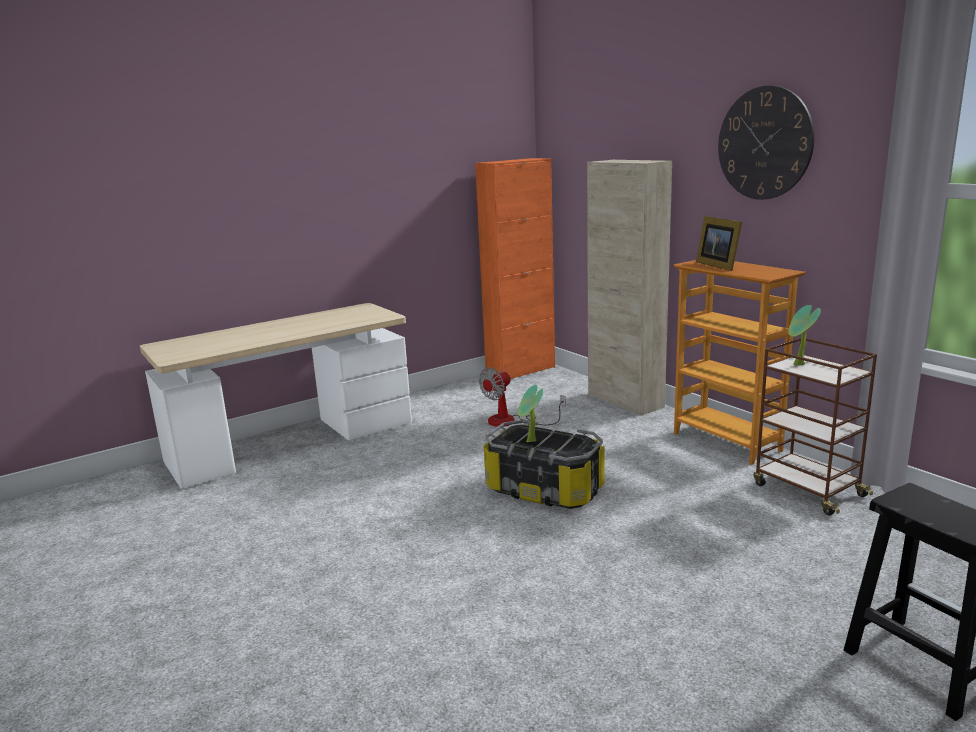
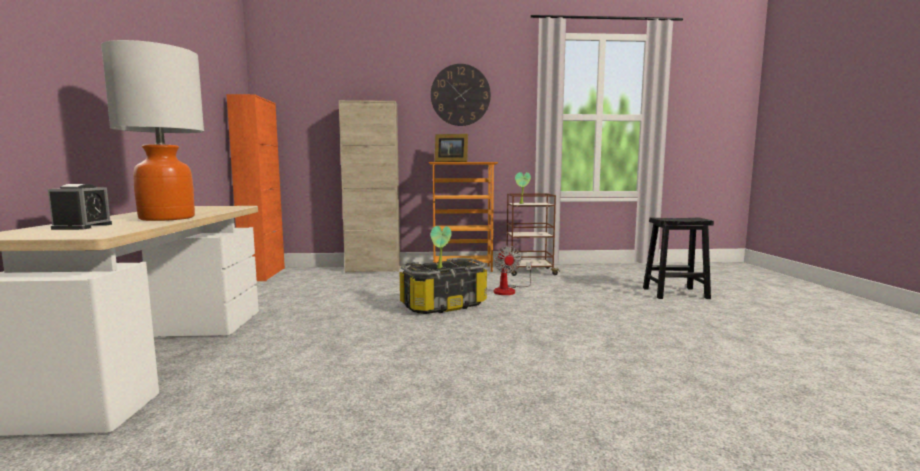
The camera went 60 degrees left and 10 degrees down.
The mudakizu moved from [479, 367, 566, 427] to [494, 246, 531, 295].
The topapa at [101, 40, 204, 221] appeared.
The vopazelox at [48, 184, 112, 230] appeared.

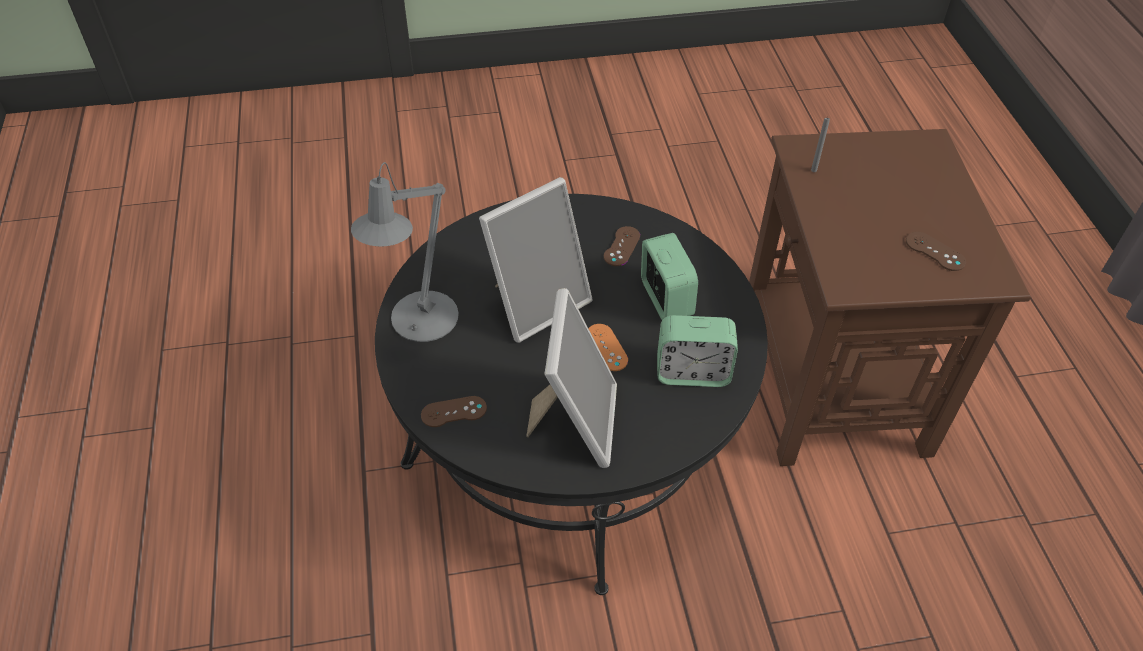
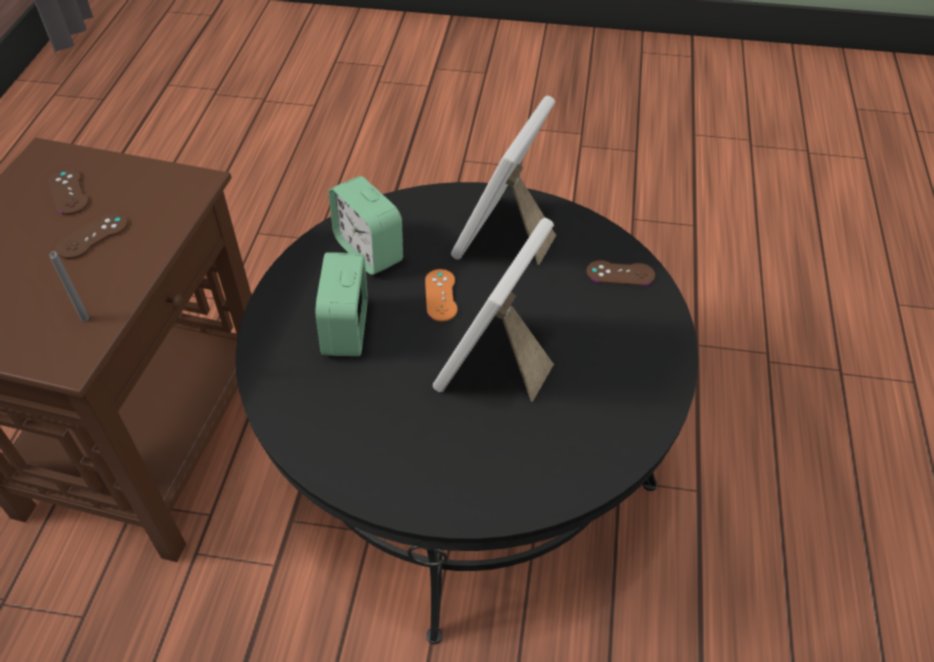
The camera went 160 degrees left and 0 degrees up.
The grey topapa at [351, 162, 459, 342] disappeared.
The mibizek at [479, 177, 593, 343] turned 45 degrees counterclockwise.
The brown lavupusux moved from [604, 226, 640, 266] to [56, 213, 128, 259].
The vopazelox at [657, 315, 738, 387] turned 150 degrees counterclockwise.

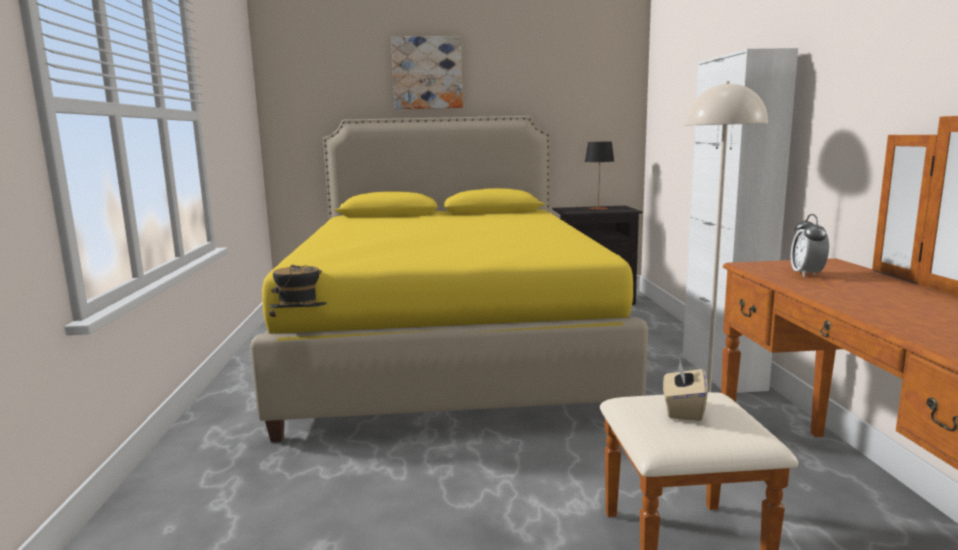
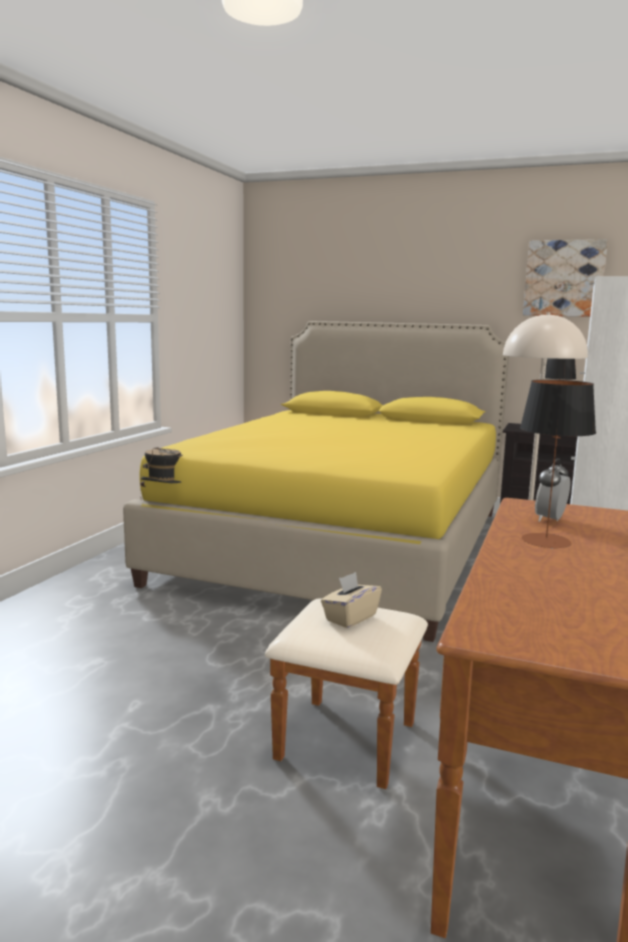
The camera went 25 degrees right and 0 degrees up.
The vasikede moved from [391, 36, 463, 109] to [523, 239, 608, 317].
The topapa at [520, 380, 596, 549] appeared.

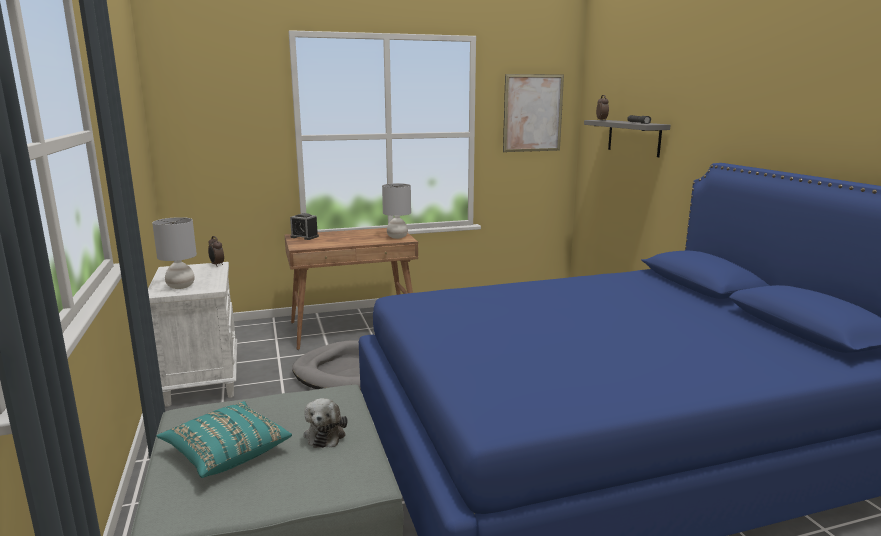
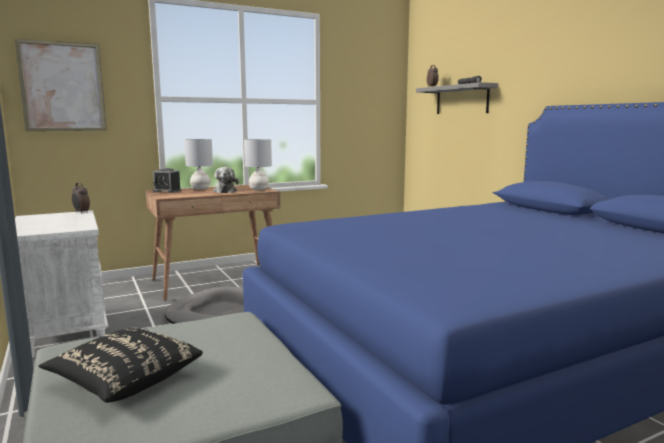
The camera went 10 degrees left and 5 degrees down.
The vasikede moved from [503, 74, 564, 152] to [15, 39, 107, 131].
The grey topapa moved from [152, 217, 197, 289] to [184, 139, 213, 189].
The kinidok moved from [303, 398, 347, 448] to [213, 167, 239, 193].
The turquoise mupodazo at [156, 401, 292, 478] became the black mupodazo at [39, 327, 203, 403].

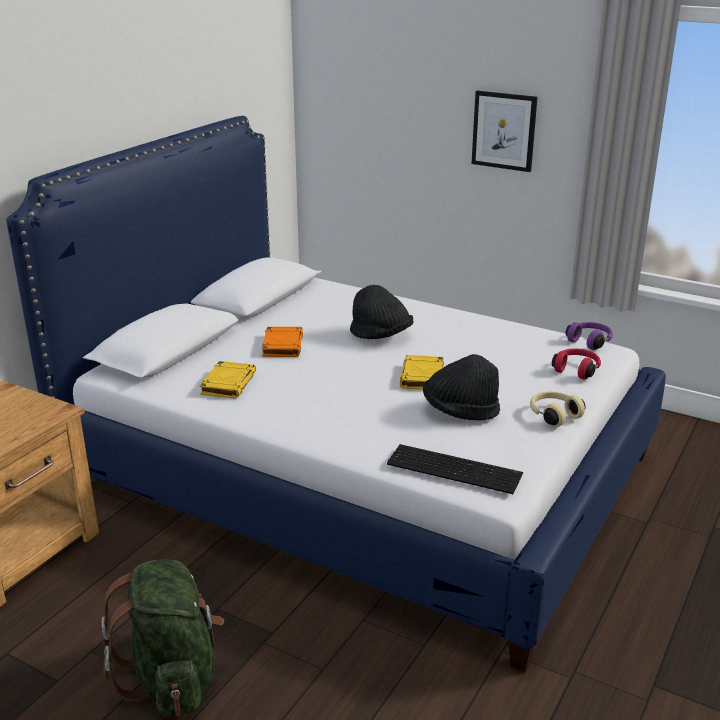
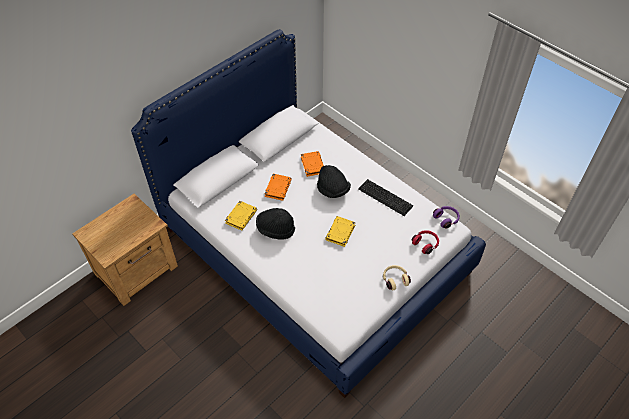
The camera went 15 degrees right and 25 degrees up.
The vasikede at [471, 91, 538, 172] disappeared.
The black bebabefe moved from [423, 354, 500, 420] to [256, 208, 295, 240].
The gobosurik moved from [387, 444, 523, 494] to [358, 179, 413, 216].
The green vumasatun at [101, 560, 224, 716] disappeared.
The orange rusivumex at [301, 151, 324, 177] appeared.

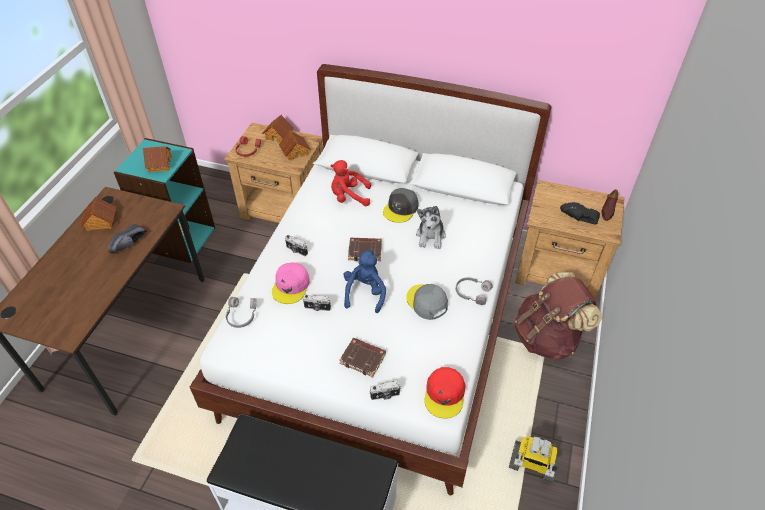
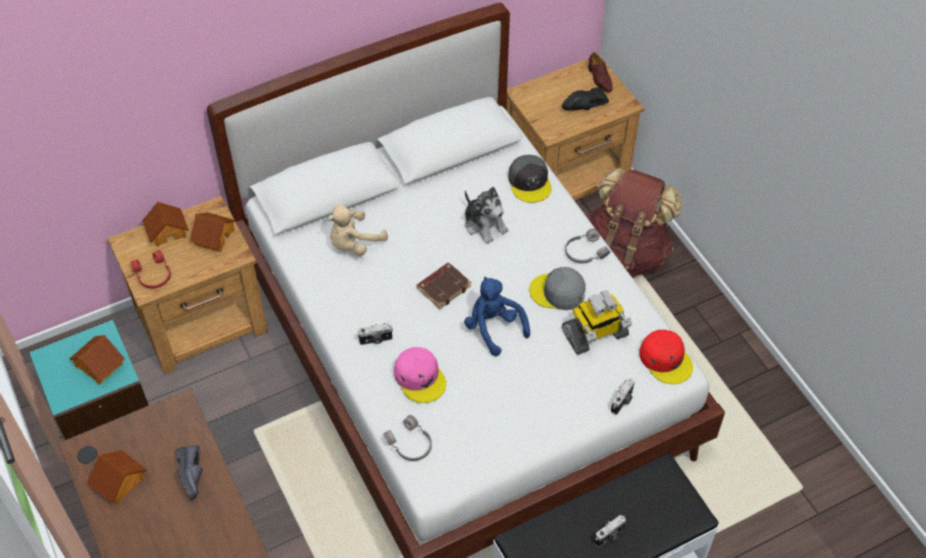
The camera went 45 degrees left and 5 degrees up.
The red kinidok at [330, 160, 371, 206] became the beige kinidok at [328, 204, 388, 256].
The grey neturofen moved from [383, 188, 418, 223] to [508, 155, 551, 203].
The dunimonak moved from [303, 295, 331, 311] to [594, 515, 626, 547].
The brown rusivumex at [339, 338, 386, 377] disappeared.
The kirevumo moved from [509, 436, 560, 483] to [562, 290, 632, 355].

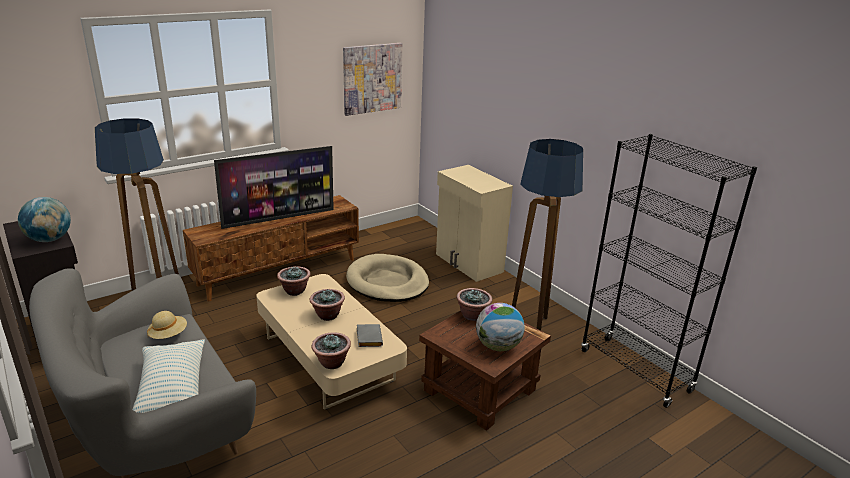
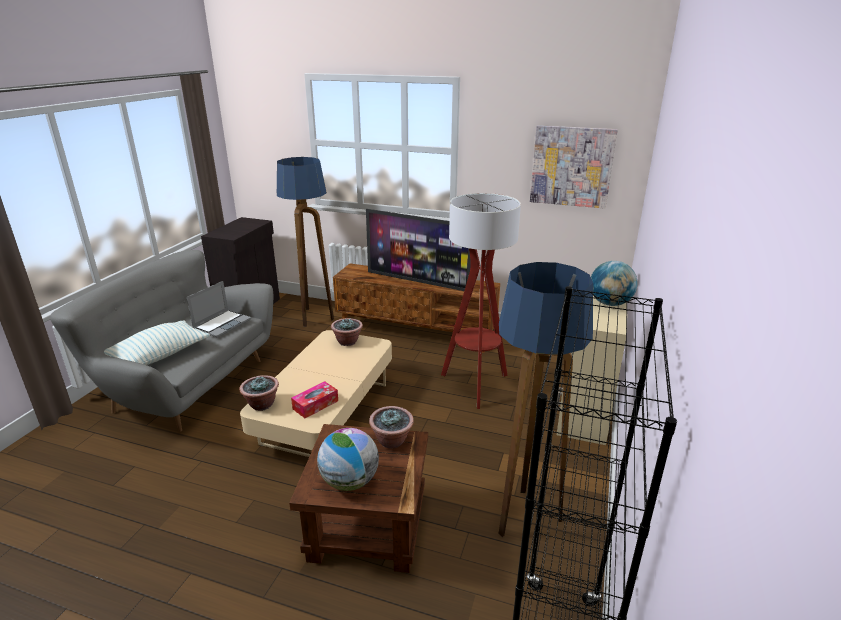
The camera went 55 degrees right and 0 degrees up.
The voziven moved from [18, 197, 71, 242] to [591, 261, 638, 306].
The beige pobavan at [346, 254, 429, 302] was replaced by the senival at [441, 193, 521, 409].
The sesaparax at [310, 289, 345, 321] disappeared.
The beige bebabefe at [147, 311, 187, 339] was replaced by the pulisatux at [187, 281, 251, 338].
The grey rusivumex at [357, 324, 383, 347] was replaced by the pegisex at [291, 381, 338, 418].

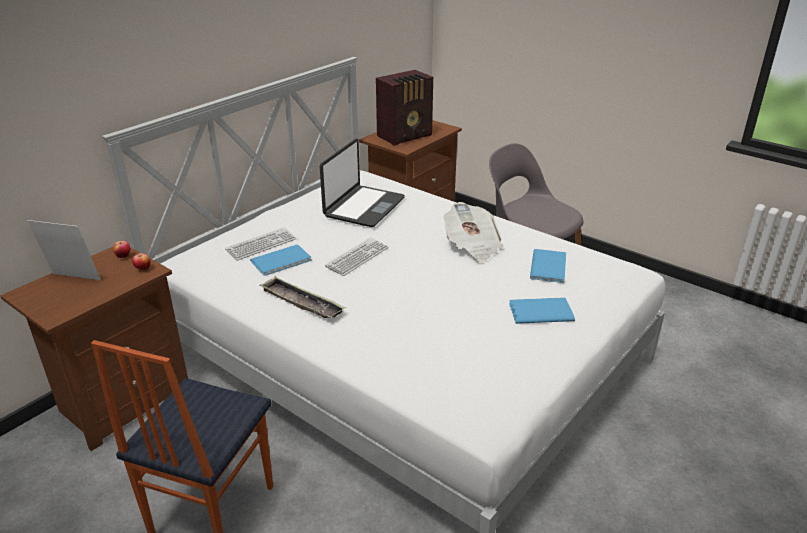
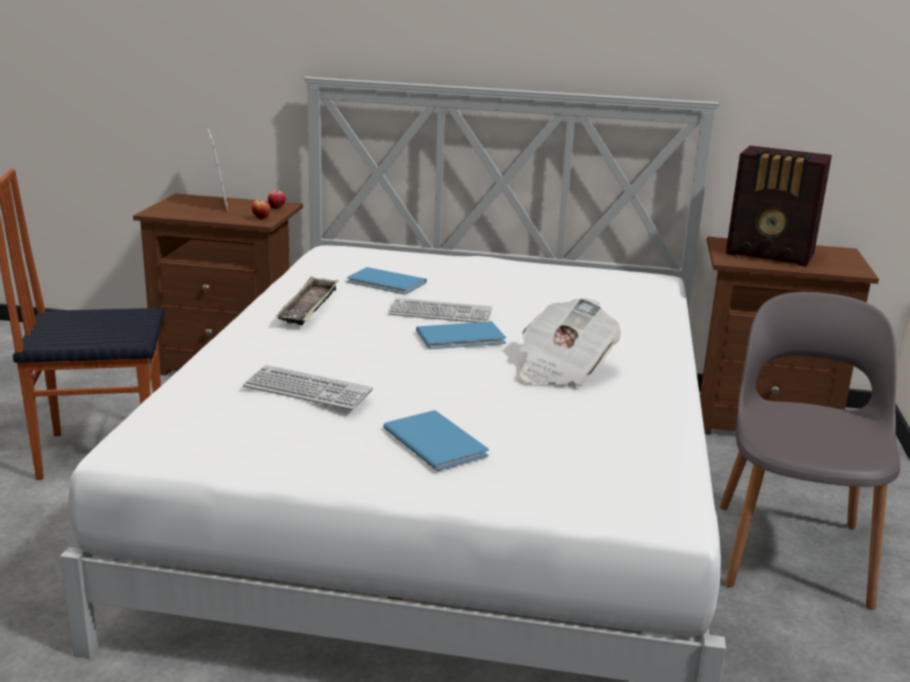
The camera went 60 degrees right and 10 degrees down.
The pulisatux at [320, 139, 405, 227] disappeared.
The gobosurik moved from [225, 227, 296, 261] to [243, 365, 373, 410].
The blue rusivumex moved from [530, 249, 566, 283] to [416, 321, 506, 349].

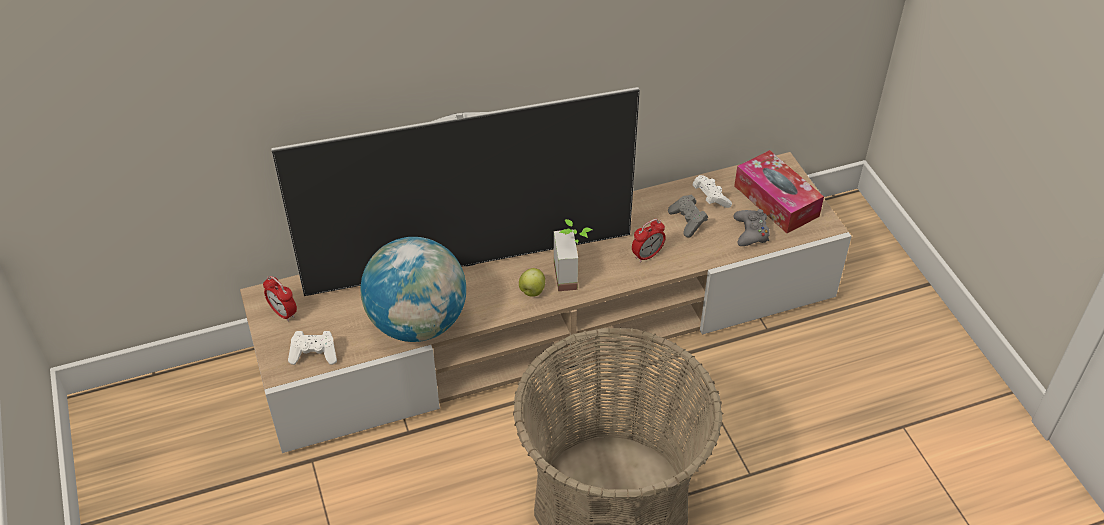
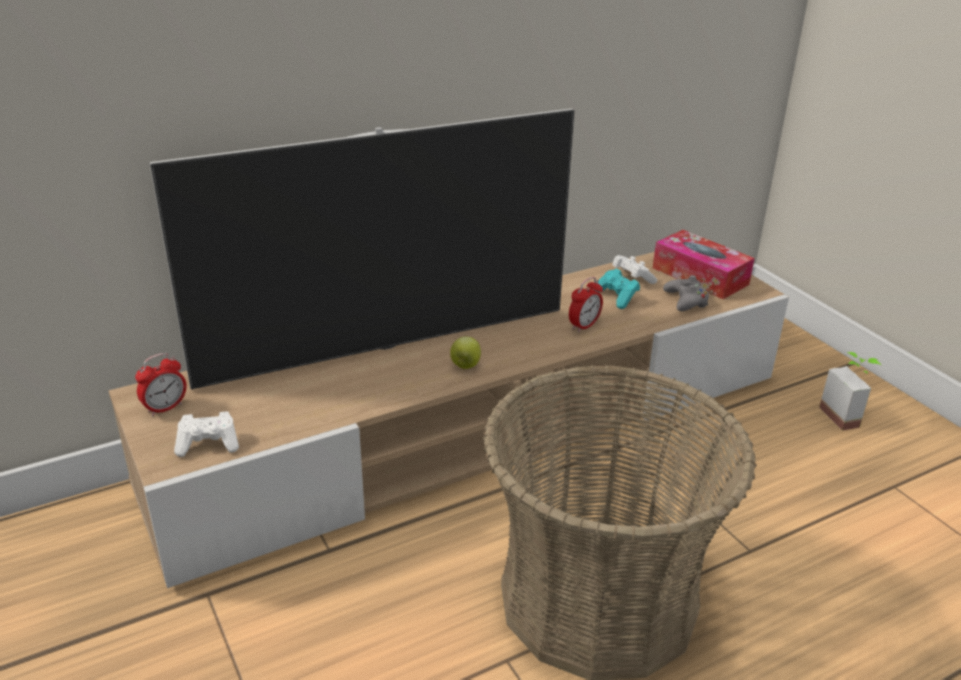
The camera went 10 degrees left and 15 degrees down.
The grey lavupusux at [668, 195, 708, 238] became the turquoise lavupusux at [595, 268, 640, 309].
The sesaparax moved from [554, 219, 593, 291] to [819, 352, 881, 431].
The voziven at [360, 237, 466, 342] disappeared.
The vopazelox at [263, 276, 297, 322] turned 75 degrees counterclockwise.

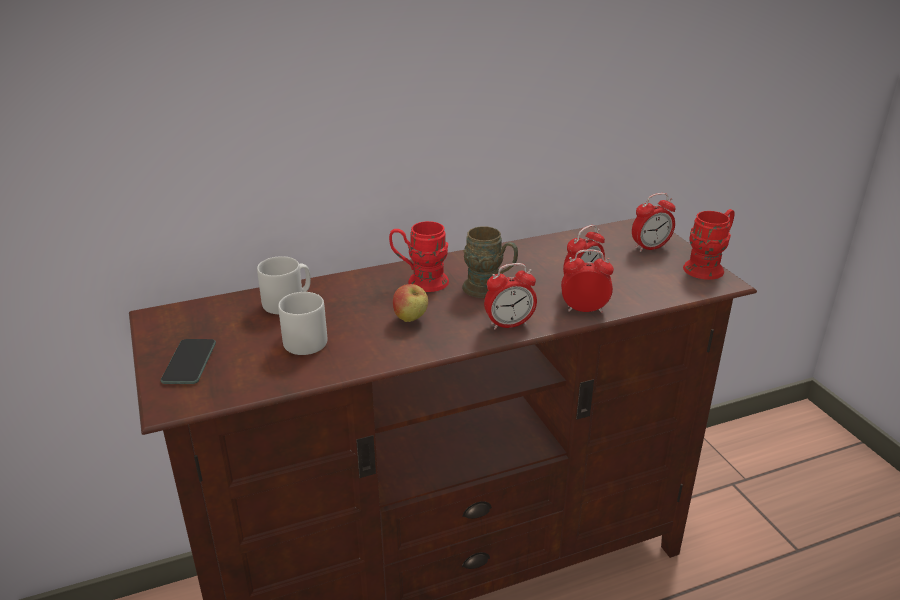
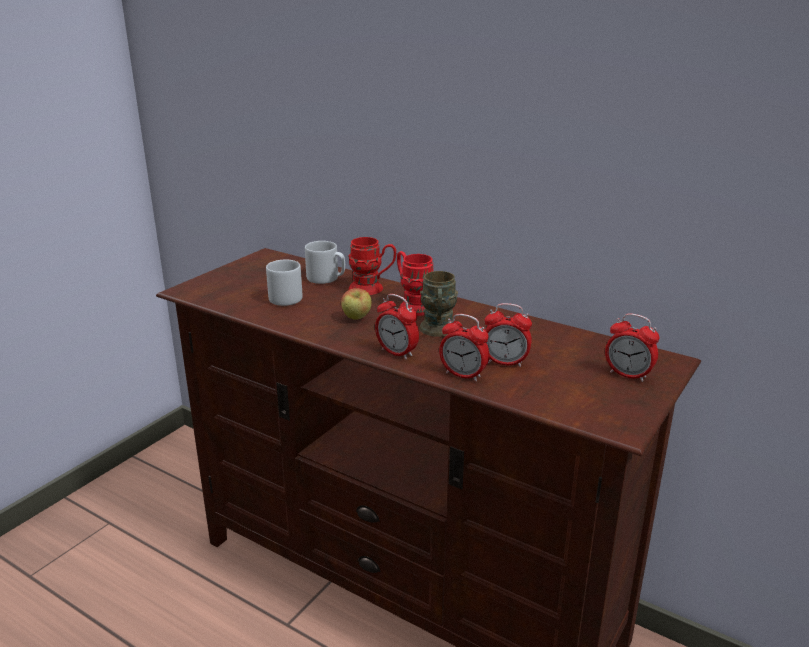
The camera went 55 degrees right and 5 degrees down.
The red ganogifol moved from [683, 209, 735, 280] to [348, 237, 396, 295].
The vopazelox at [561, 250, 614, 313] turned 150 degrees clockwise.
The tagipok at [161, 339, 216, 384] disappeared.

